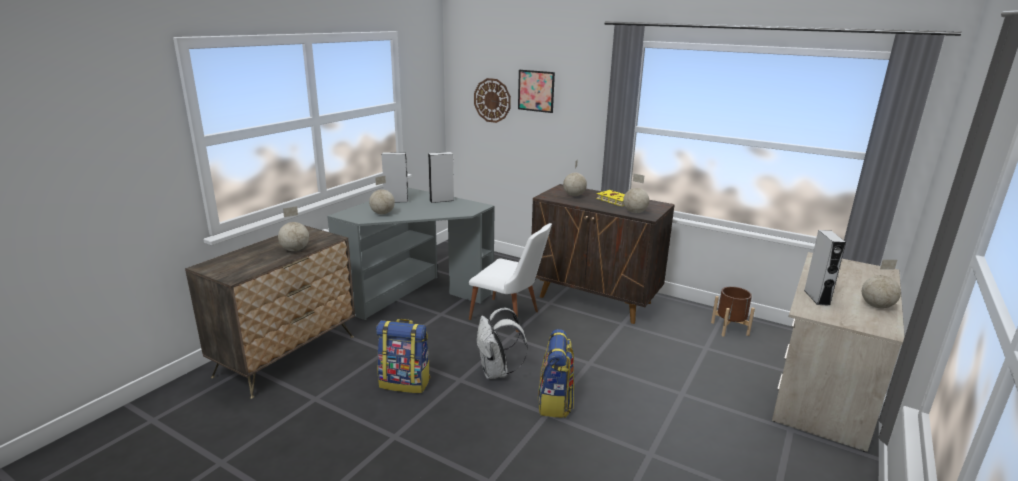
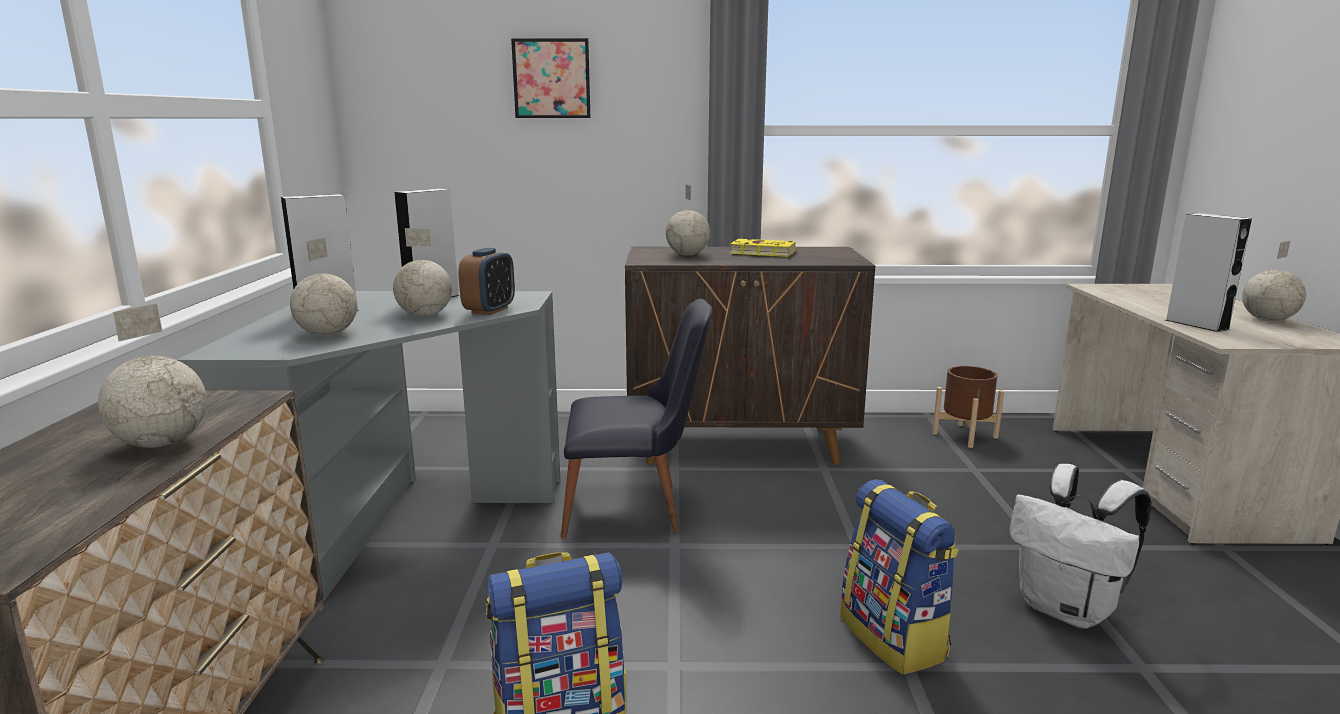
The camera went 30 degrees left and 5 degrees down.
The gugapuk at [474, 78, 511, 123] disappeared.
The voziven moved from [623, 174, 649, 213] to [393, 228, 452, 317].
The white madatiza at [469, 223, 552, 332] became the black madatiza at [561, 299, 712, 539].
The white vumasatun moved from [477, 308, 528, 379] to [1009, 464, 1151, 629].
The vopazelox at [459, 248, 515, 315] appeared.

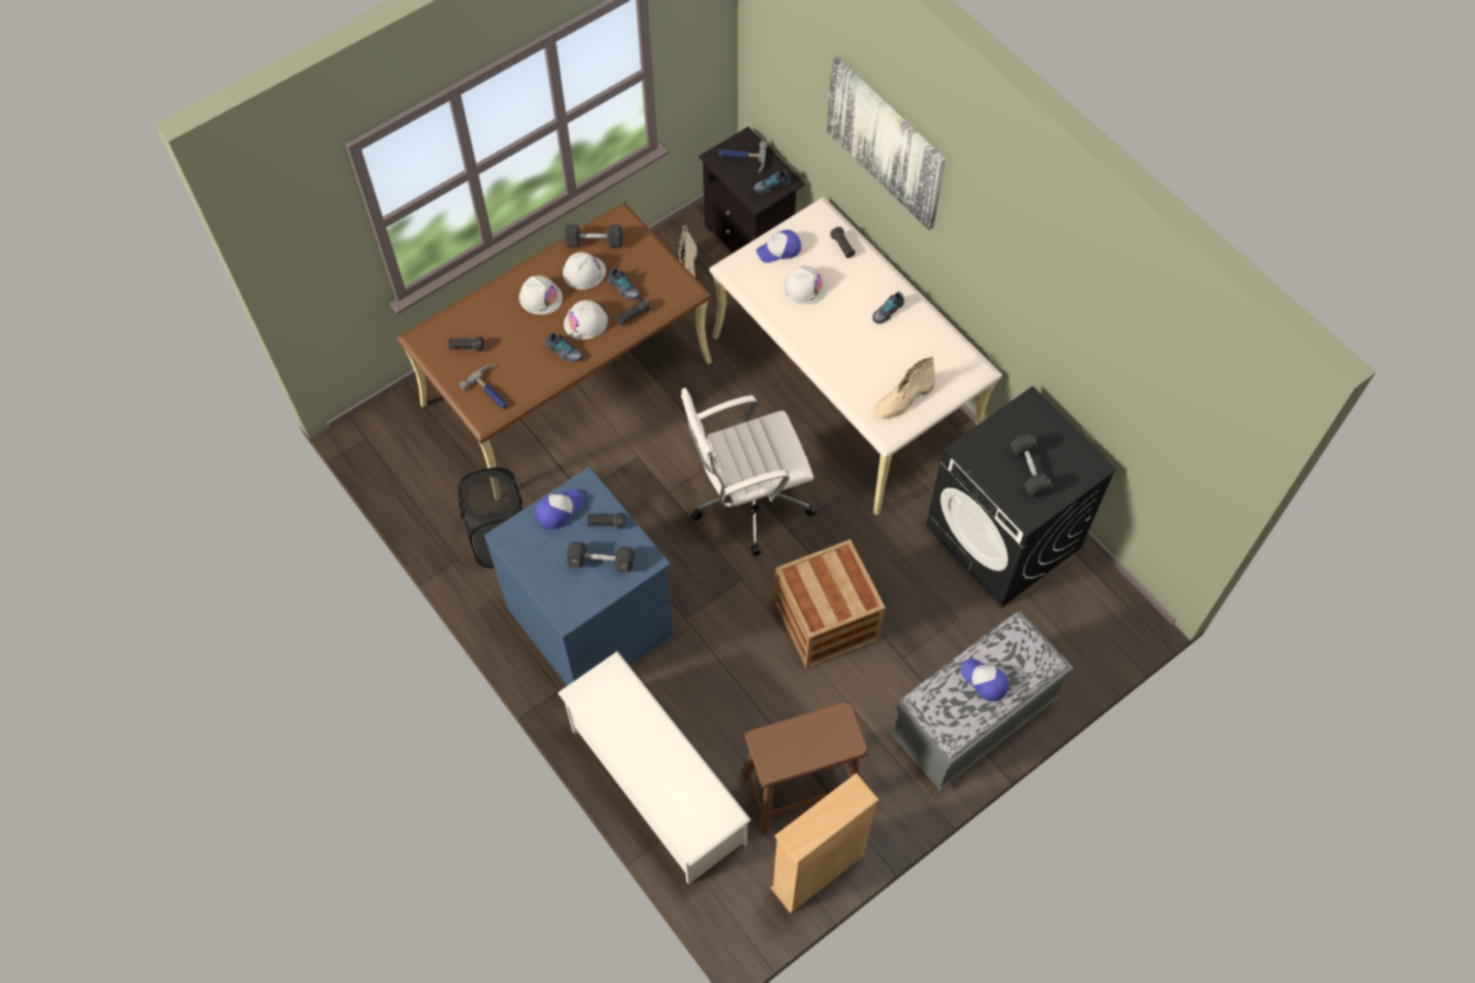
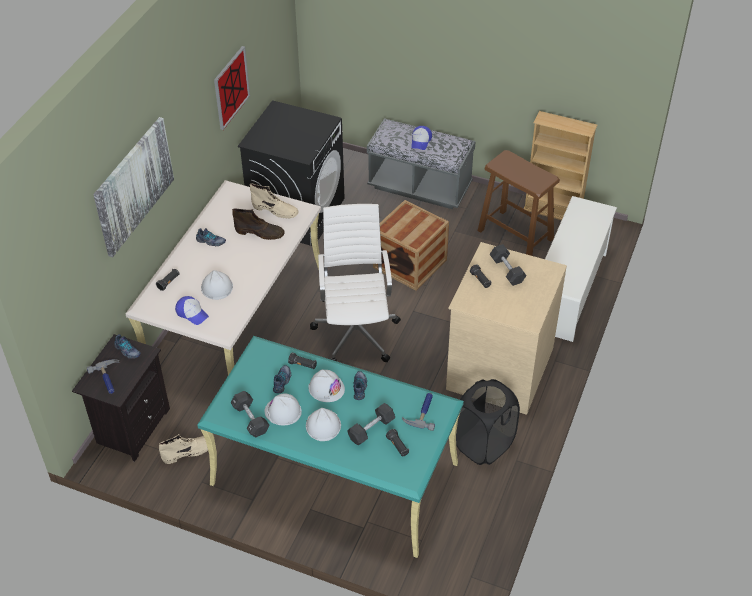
The camera went 120 degrees left and 15 degrees down.
The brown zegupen at [397, 202, 712, 468] became the turquoise zegupen at [197, 336, 464, 558].
The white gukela at [681, 388, 816, 556] turned 135 degrees counterclockwise.
The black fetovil moved from [1010, 434, 1053, 497] to [347, 403, 395, 446].
The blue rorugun at [484, 467, 673, 686] became the beige rorugun at [446, 242, 567, 415].
The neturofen at [536, 489, 584, 529] disappeared.
The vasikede at [214, 46, 250, 130] appeared.
The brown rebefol at [232, 208, 285, 240] appeared.

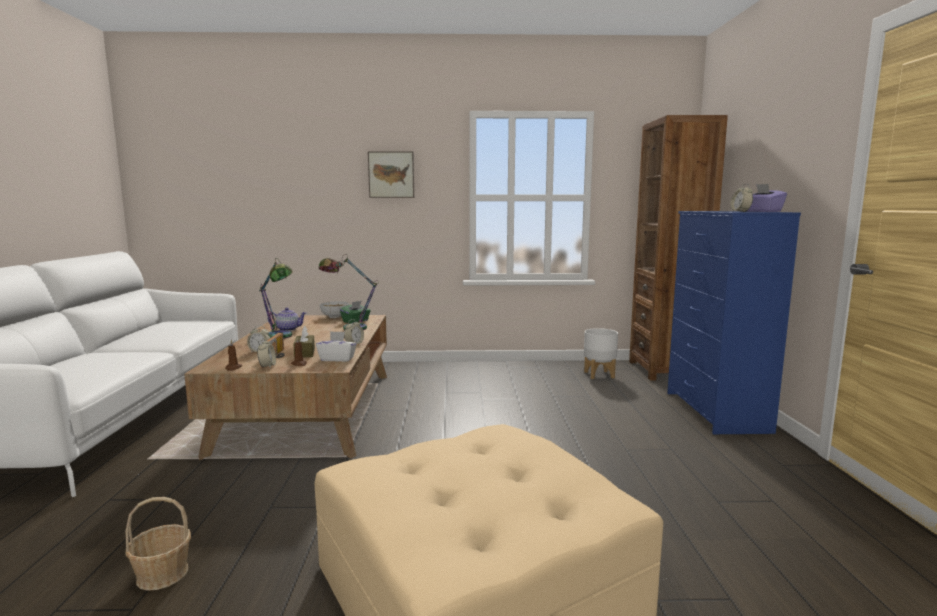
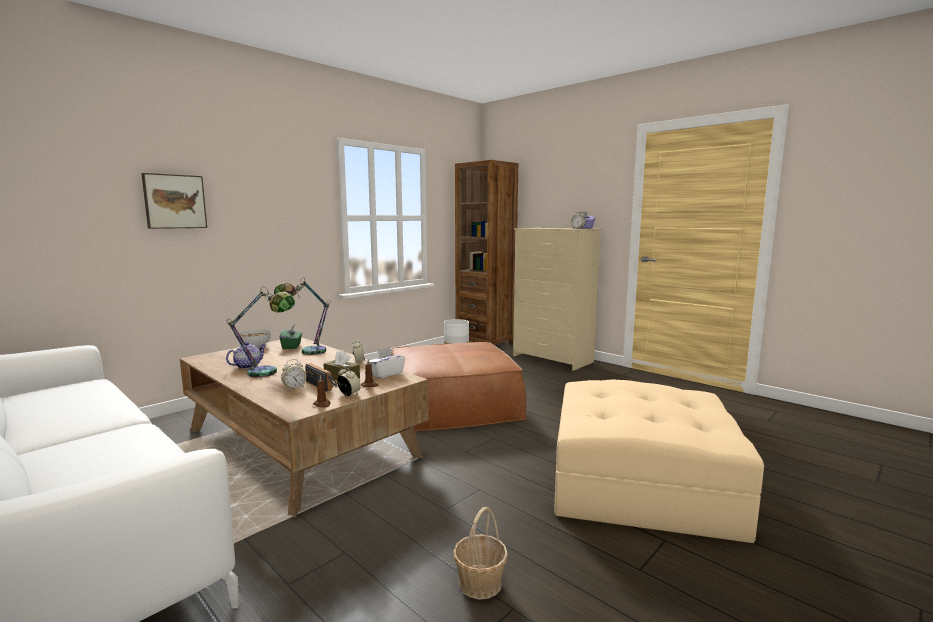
The camera went 45 degrees left and 0 degrees up.
The vasikede moved from [368, 151, 414, 198] to [141, 173, 207, 229].
The blue rorugun at [667, 211, 801, 434] became the beige rorugun at [513, 228, 601, 371].
The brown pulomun at [391, 342, 527, 432] appeared.

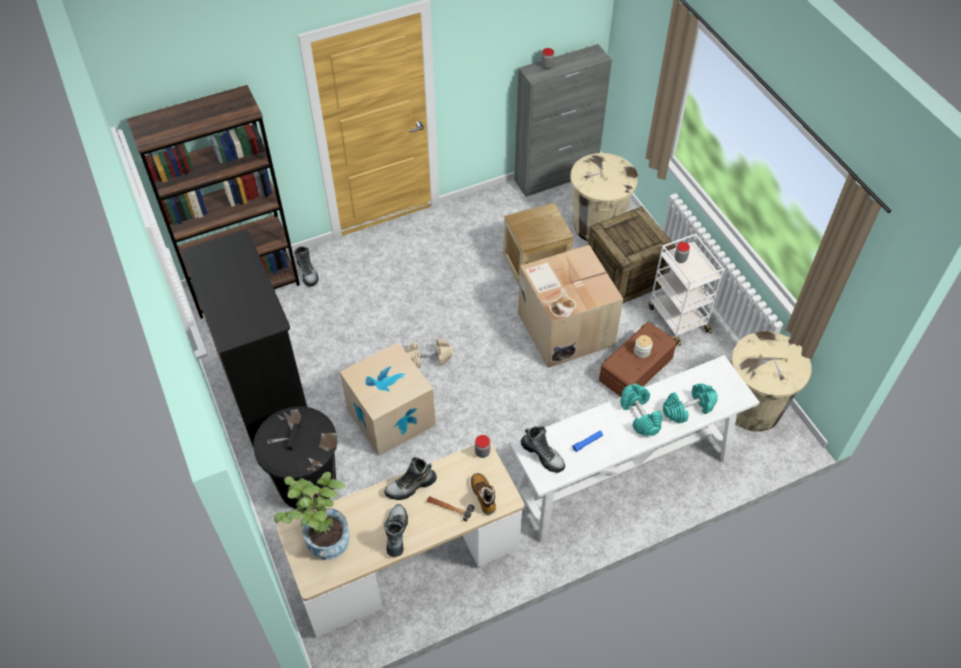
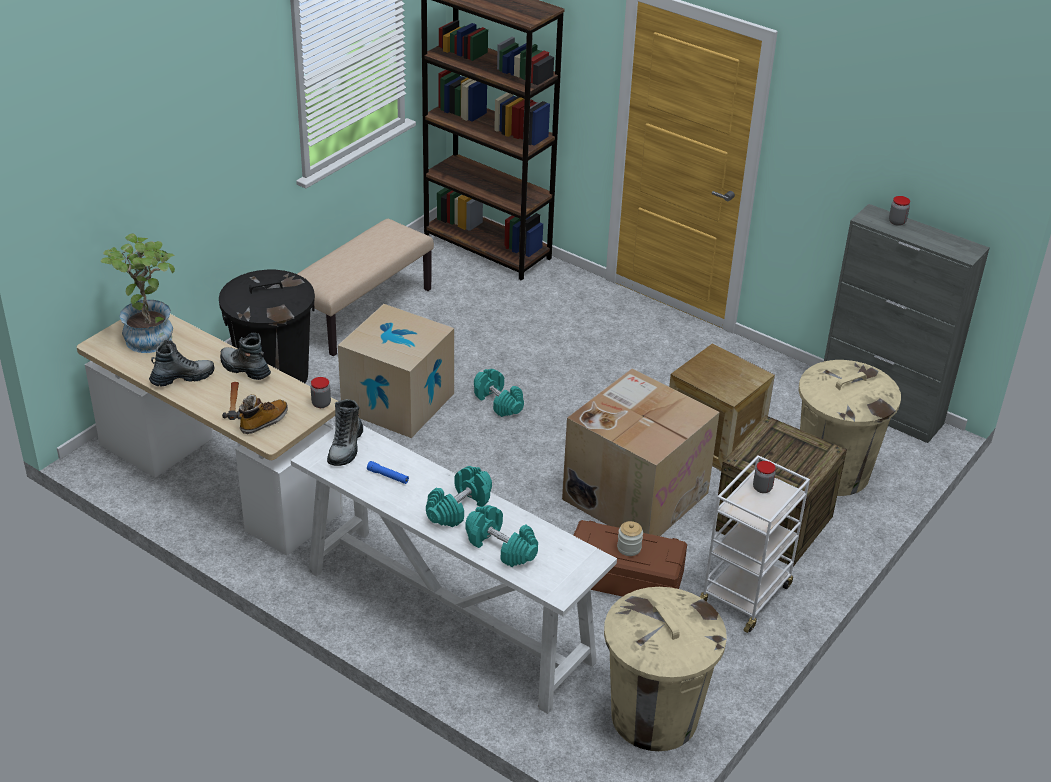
The camera went 60 degrees right and 15 degrees down.
The black rorugun at [181, 231, 307, 446] was replaced by the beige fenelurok at [298, 219, 434, 356].
The rebefol at [294, 246, 319, 287] disappeared.
The beige fetovil at [406, 339, 453, 368] became the turquoise fetovil at [474, 369, 524, 417].

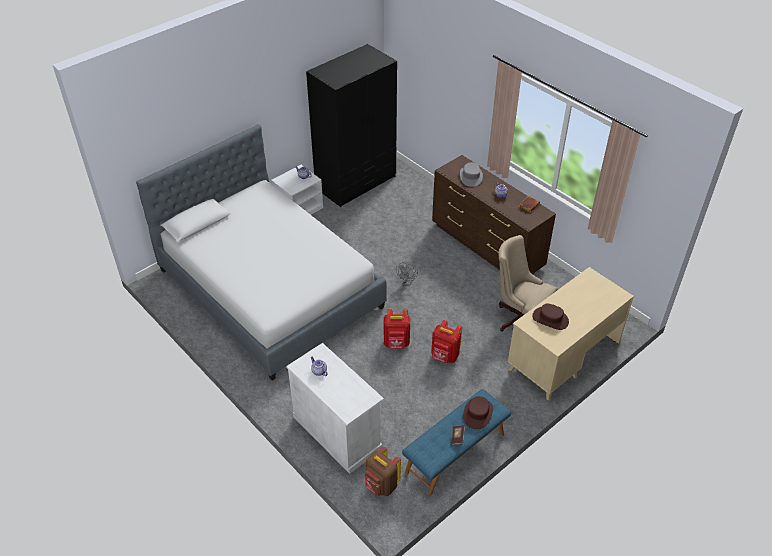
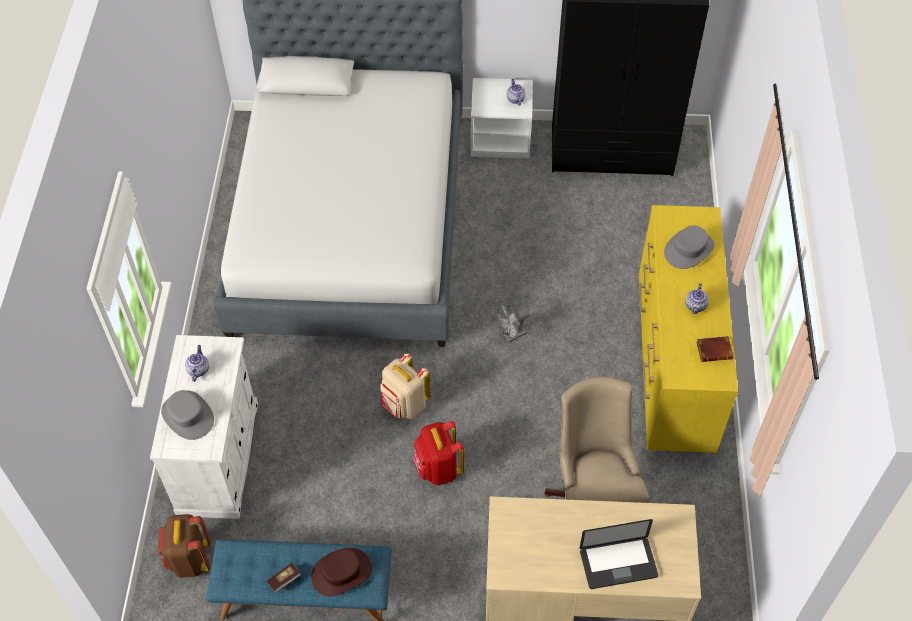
The camera went 45 degrees right and 10 degrees up.
The brown rorugun at [432, 155, 556, 274] became the yellow rorugun at [639, 205, 738, 453].
The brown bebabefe at [532, 304, 569, 330] disappeared.
The red vumasatun at [384, 309, 410, 349] became the beige vumasatun at [380, 353, 430, 419].
The grey bebabefe at [161, 390, 214, 440] appeared.
The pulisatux at [580, 519, 658, 589] appeared.

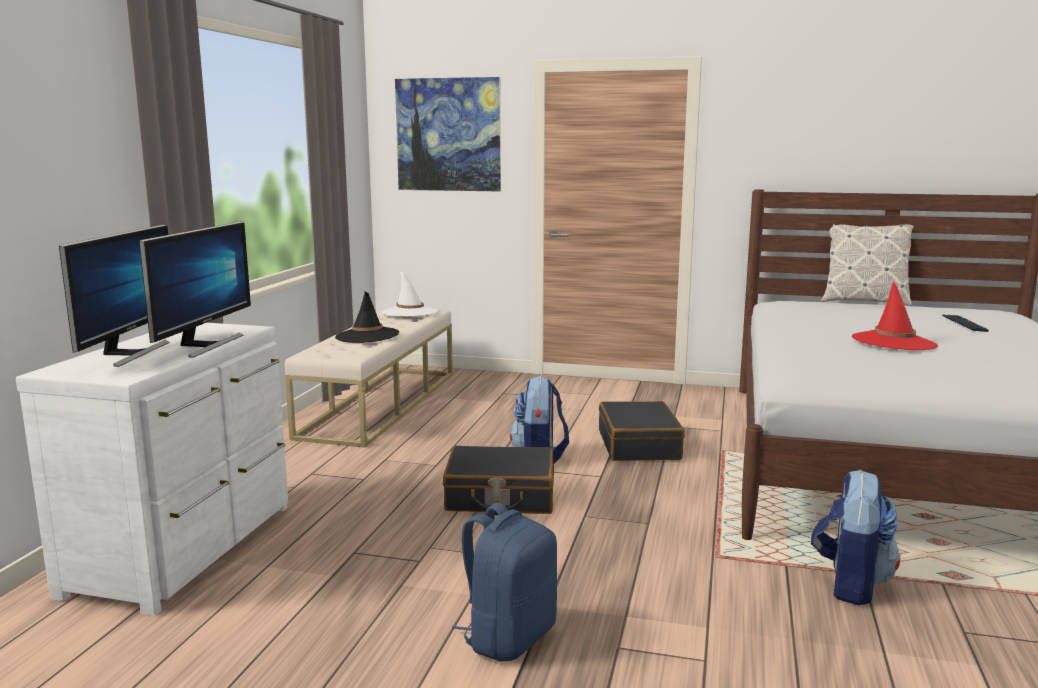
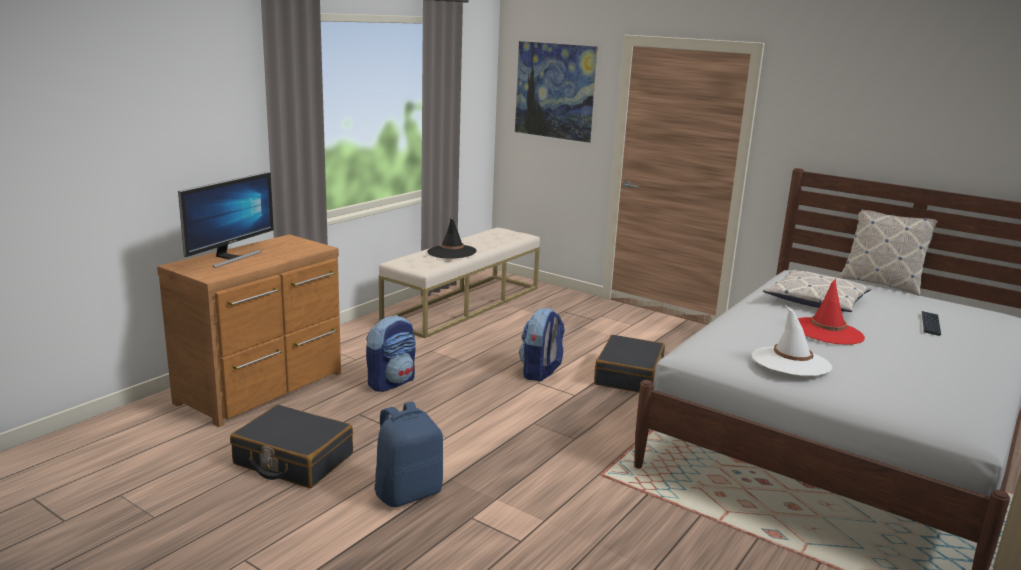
The camera went 20 degrees right and 5 degrees up.
The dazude at [139, 222, 251, 358] disappeared.
The white bebabefe moved from [381, 271, 438, 316] to [751, 306, 832, 376].
The white rorugun at [16, 323, 288, 616] became the brown rorugun at [157, 234, 341, 427].
The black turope moved from [443, 446, 554, 515] to [230, 405, 353, 488].
The vumasatun moved from [811, 469, 900, 605] to [366, 315, 416, 392].
The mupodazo at [763, 269, 872, 312] appeared.

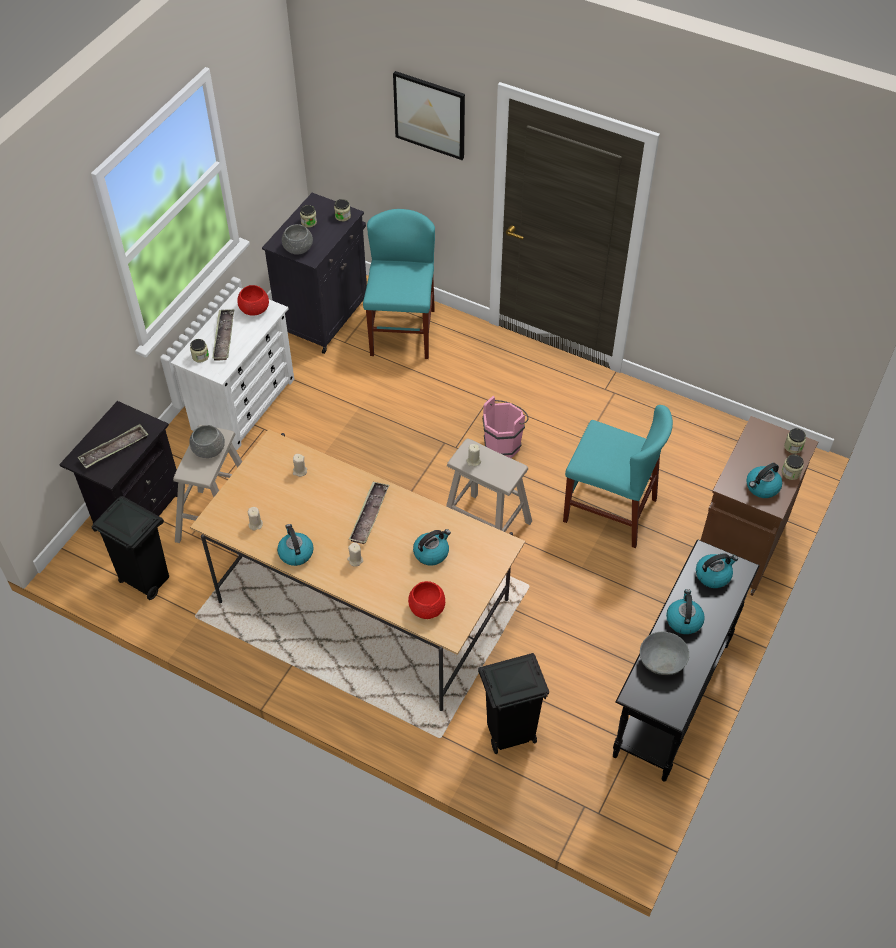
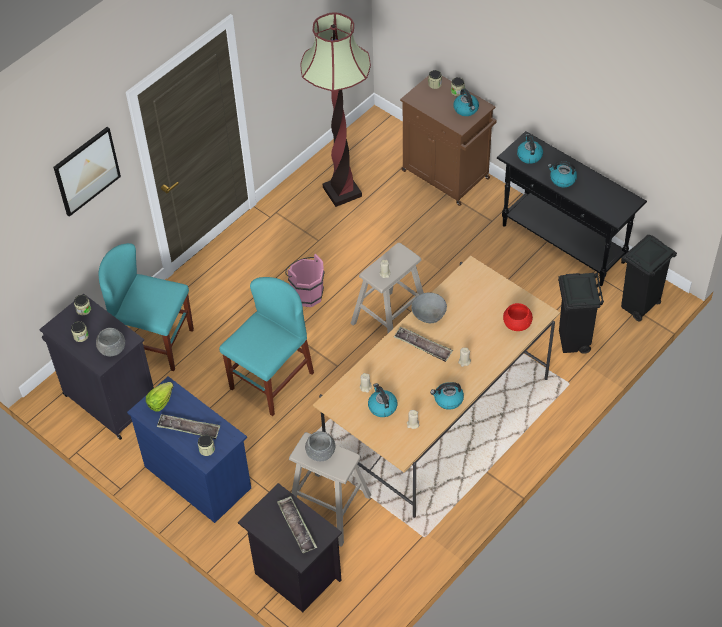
The camera went 75 degrees left and 0 degrees up.
The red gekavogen at [237, 285, 269, 316] was replaced by the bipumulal at [146, 382, 173, 412].
The white rorugun at [171, 287, 294, 450] became the blue rorugun at [127, 376, 251, 523].
The turquoise madatiza moved from [563, 405, 673, 548] to [219, 277, 314, 416].
The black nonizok moved from [92, 496, 169, 600] to [621, 235, 677, 321].
The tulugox moved from [413, 529, 451, 566] to [368, 383, 397, 417].
The grey gekavogen moved from [640, 632, 689, 675] to [412, 292, 447, 323].
The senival at [300, 12, 371, 207] appeared.

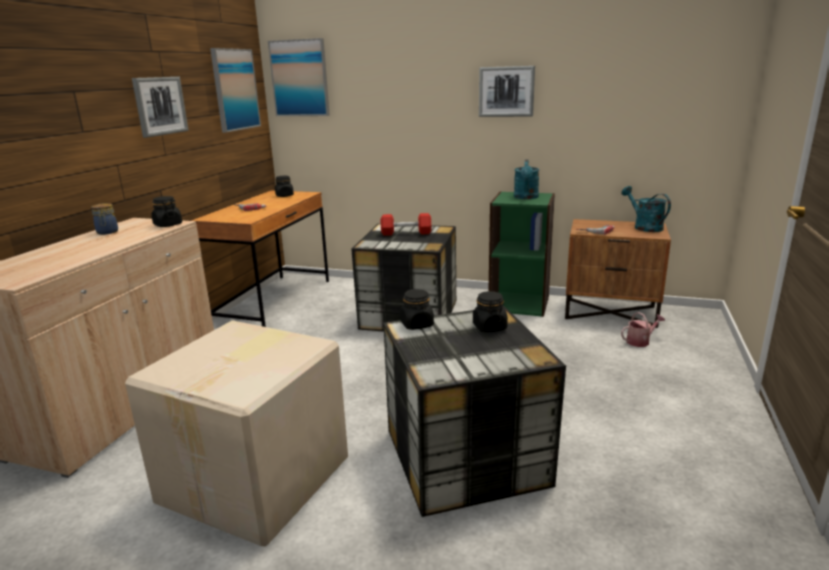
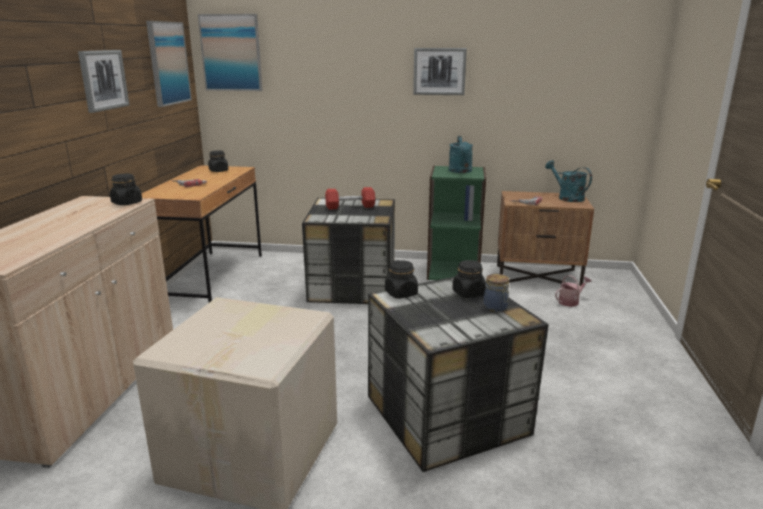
The camera went 10 degrees left and 0 degrees up.
The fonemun moved from [91, 203, 118, 235] to [484, 274, 509, 312].

